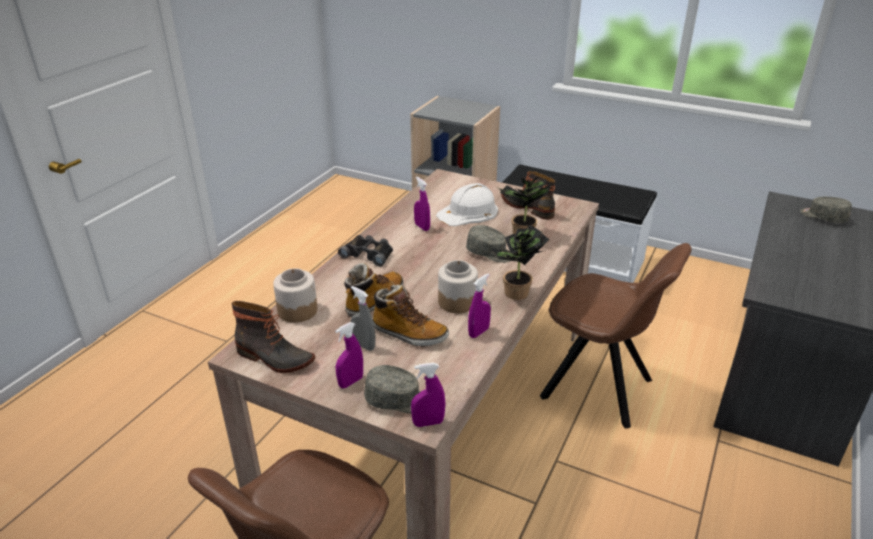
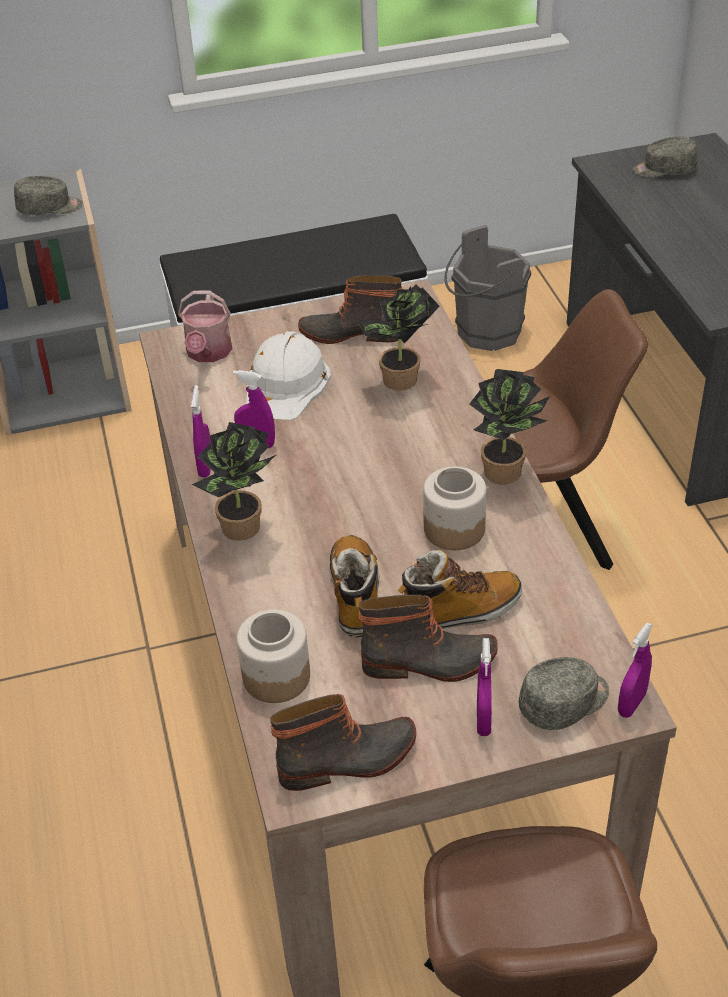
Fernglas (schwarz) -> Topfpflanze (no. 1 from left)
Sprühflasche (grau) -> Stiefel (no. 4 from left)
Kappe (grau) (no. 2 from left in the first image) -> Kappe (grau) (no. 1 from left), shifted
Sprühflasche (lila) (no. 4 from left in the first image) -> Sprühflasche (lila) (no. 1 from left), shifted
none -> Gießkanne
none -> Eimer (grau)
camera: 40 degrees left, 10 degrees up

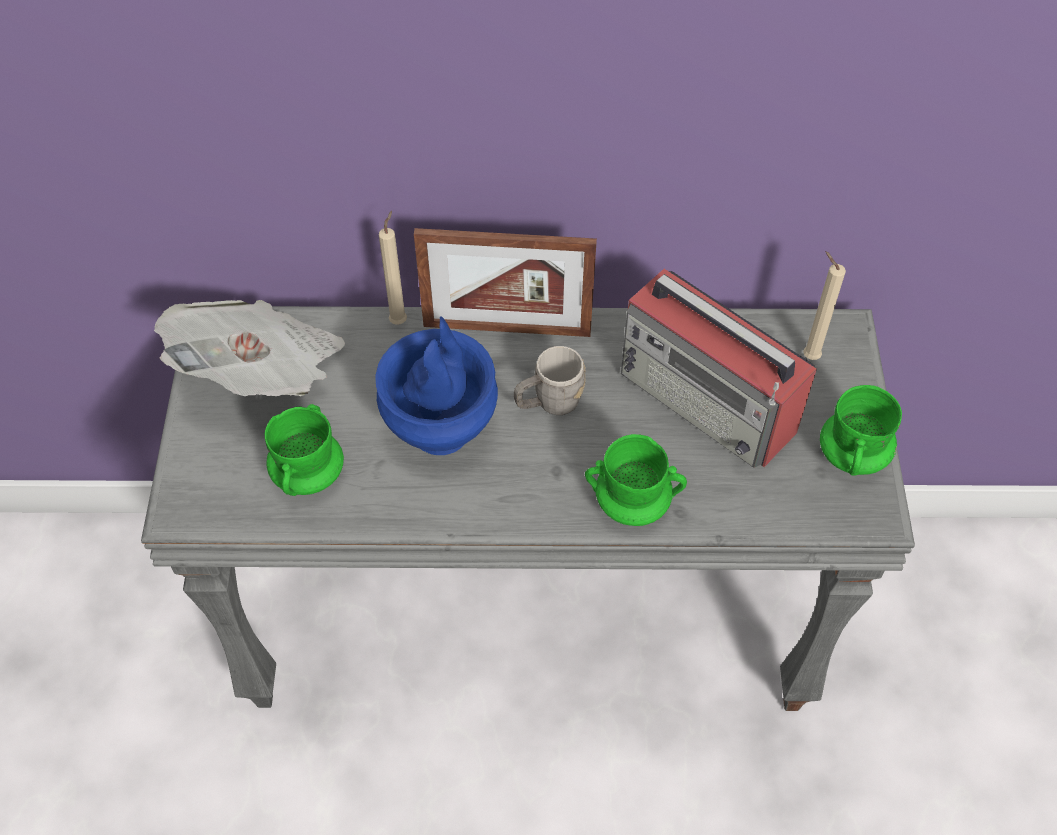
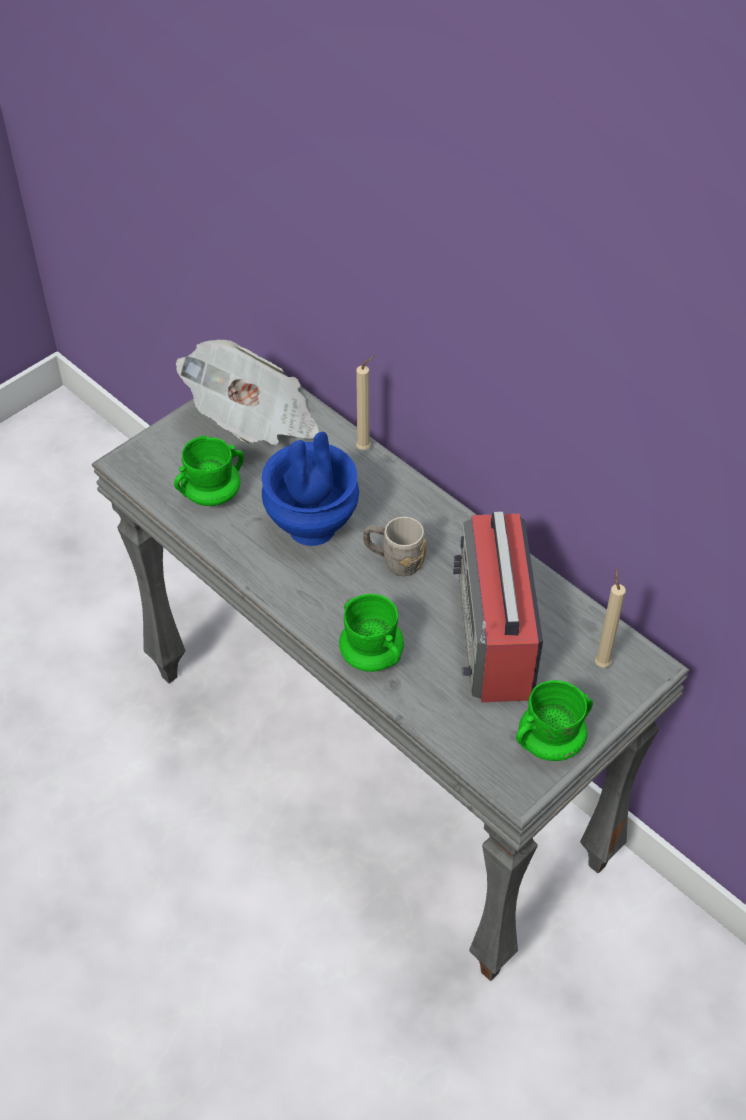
Bilderrahmen -> none
camera: 45 degrees right, 5 degrees down

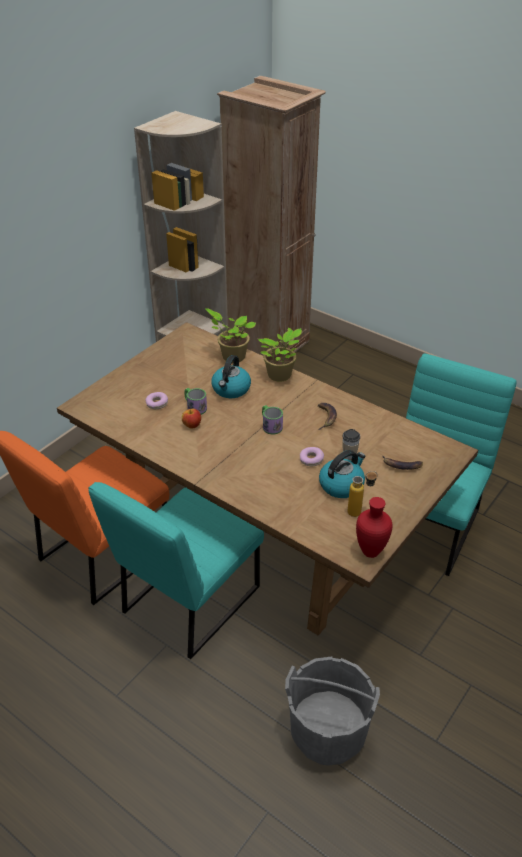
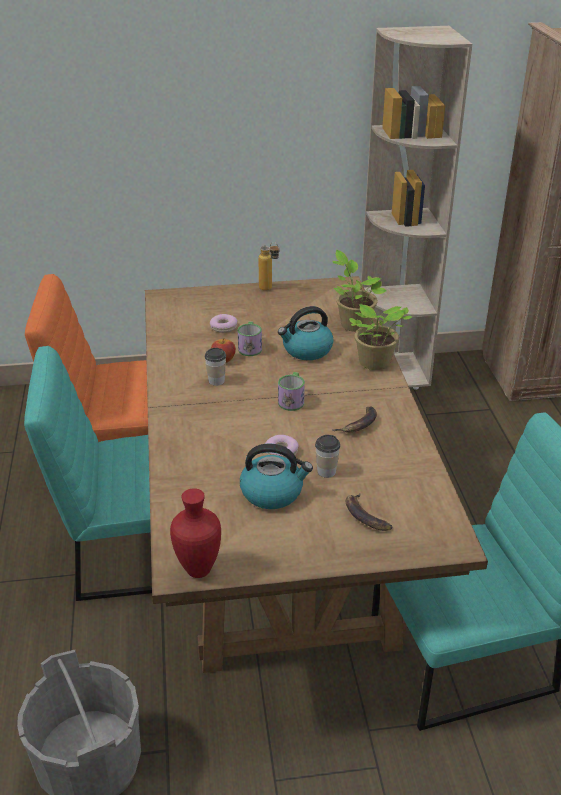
Flasche, shifted
none -> Tasse (no. 1 from left)
camera: 45 degrees right, 5 degrees down

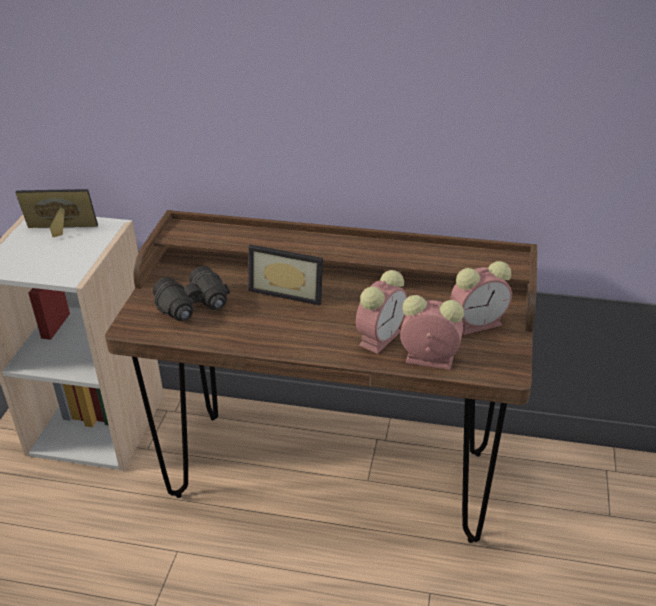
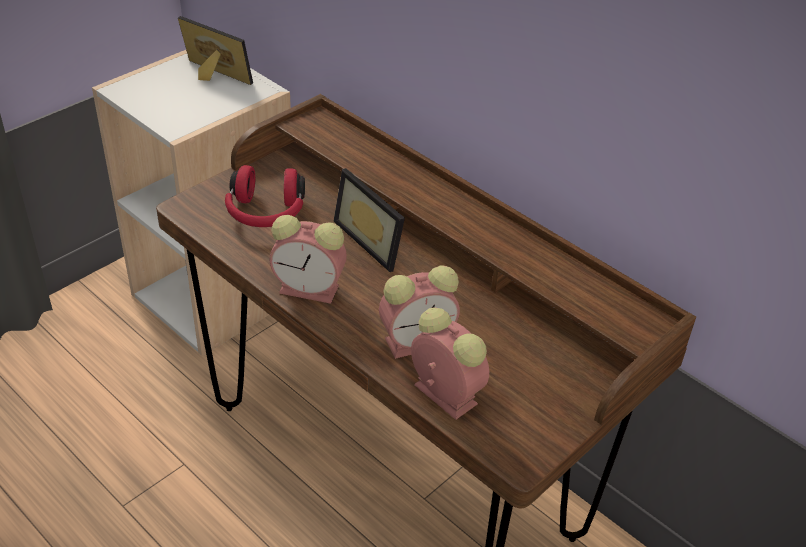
Fernglas (schwarz) -> Kopfhörer (rot)
Wecker (no. 3 from left in the first image) -> Wecker (no. 1 from left), shifted
camera: 30 degrees right, 5 degrees up

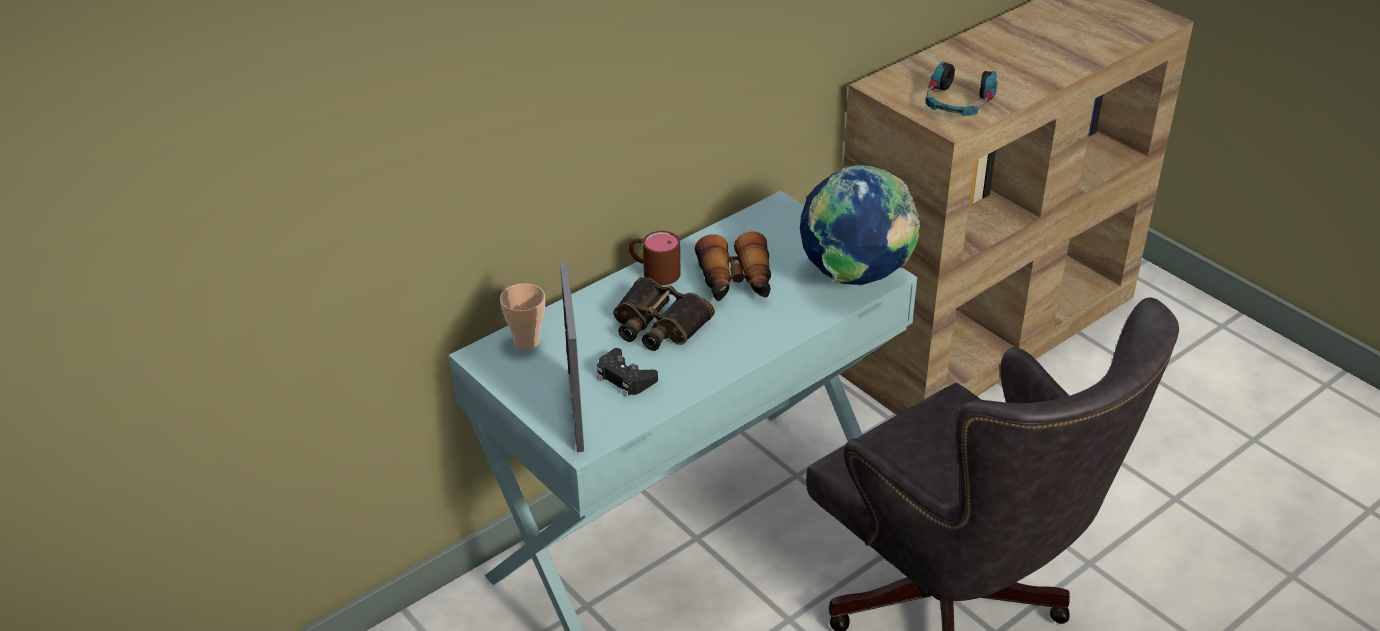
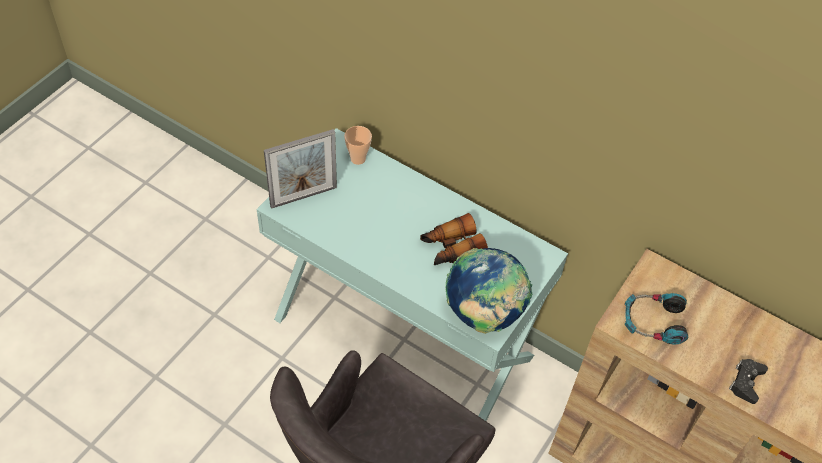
Gamepad (schwarz), shifted
Fernglas (no. 1 from left) -> none
Henkelbecher (braun) -> none
camera: 70 degrees right, 15 degrees up

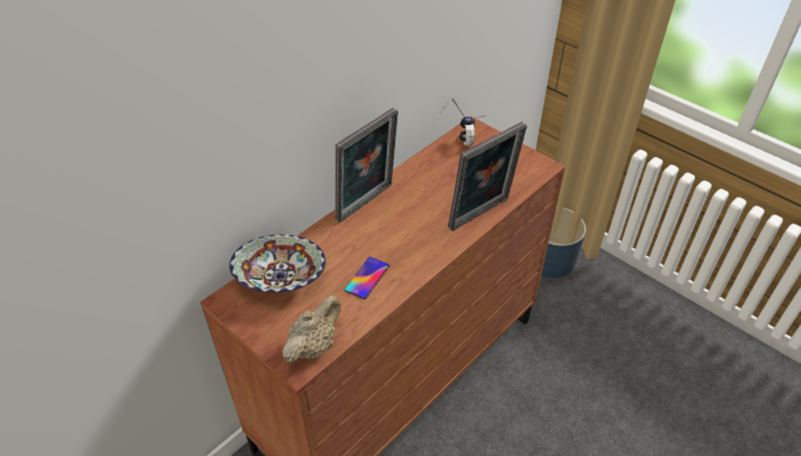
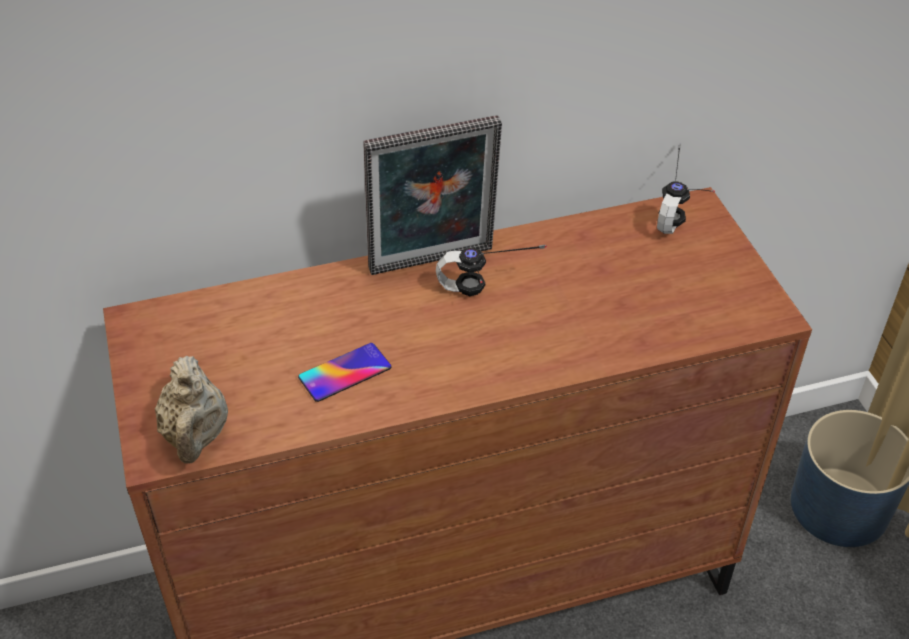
Schüssel -> none
Teekanne (beige), 105 degrees clockwise
Bilderrahmen (no. 2 from left) -> none
none -> Kopfhörer (no. 1 from left)
camera: 30 degrees right, 0 degrees up

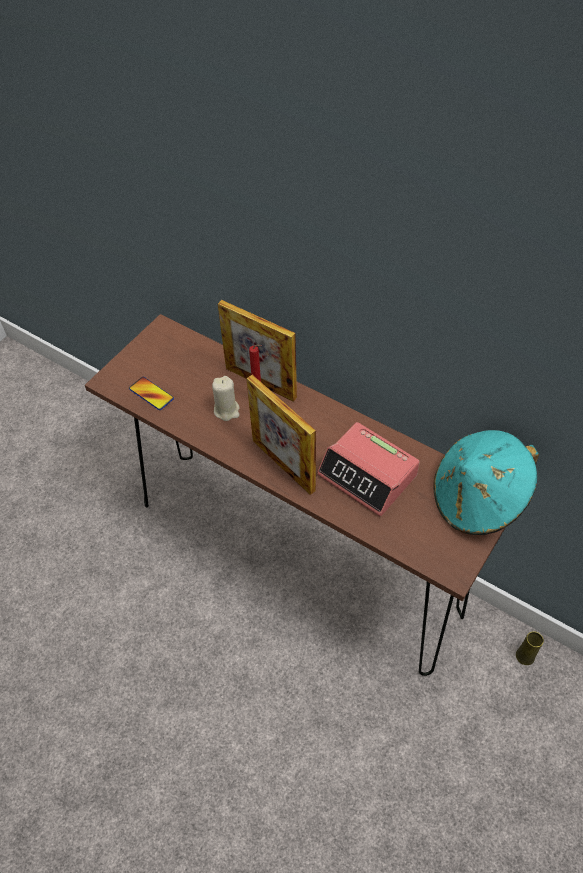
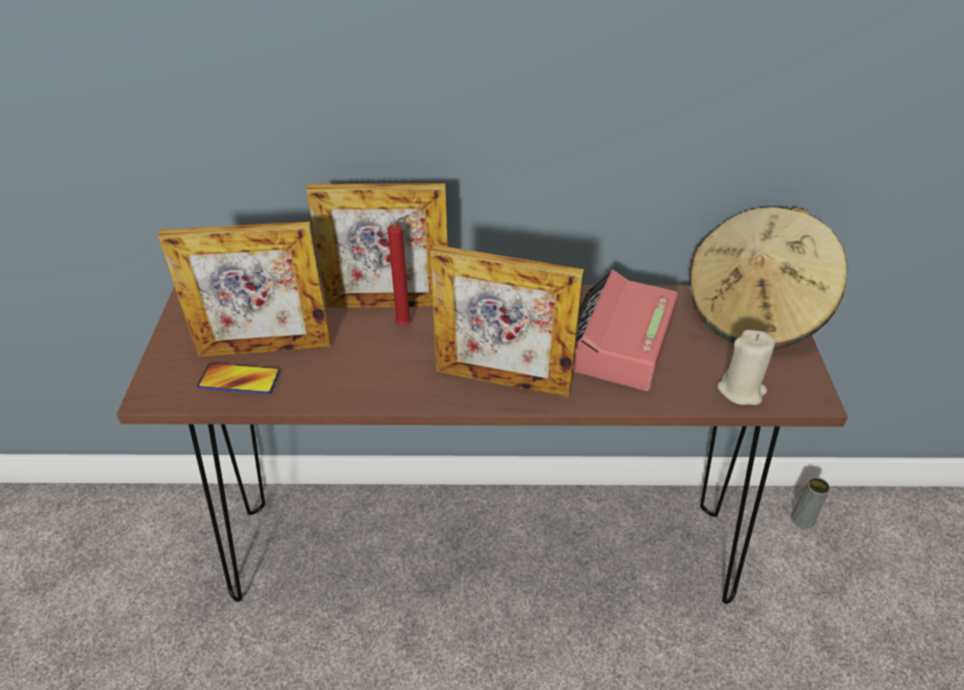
Kerze (beige), shifted
Wecker, 105 degrees clockwise
Hut (türkis) -> Hut (beige)
Vase (gelb) -> Vase (grau)
none -> Bilderrahmen (no. 1 from left)
camera: 35 degrees left, 10 degrees down

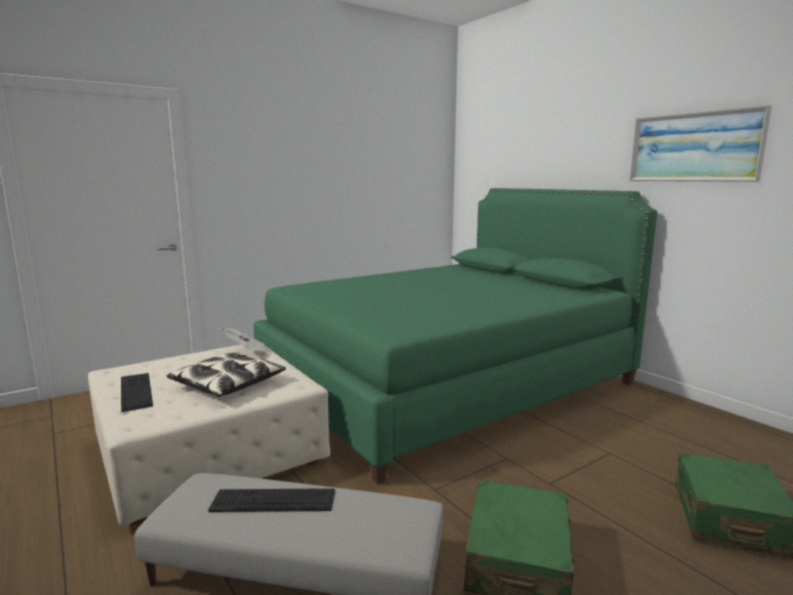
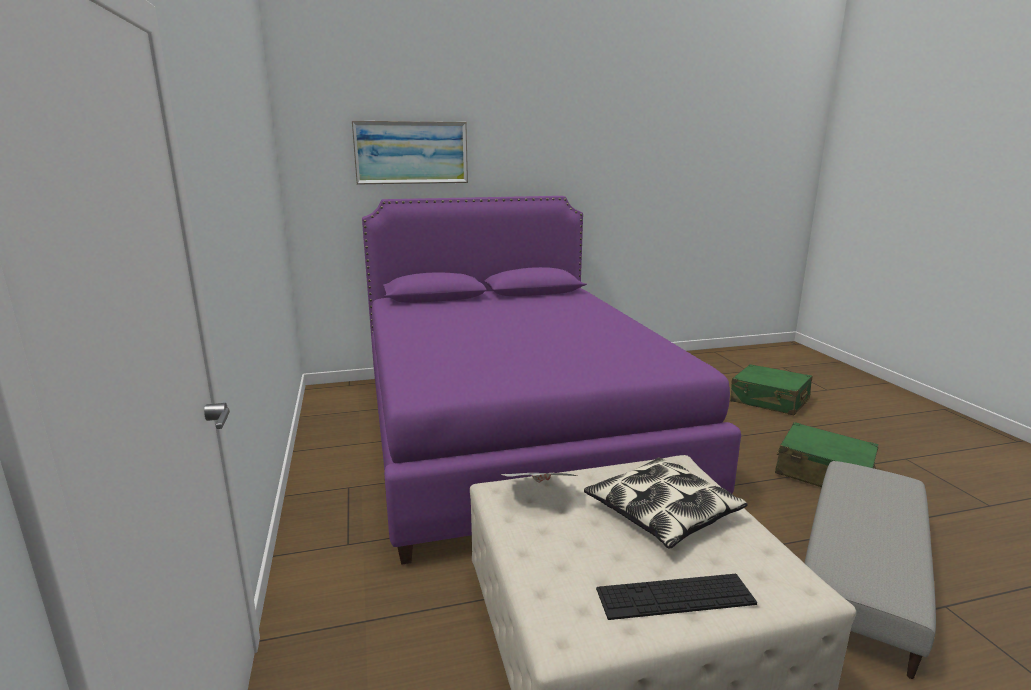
Tastatur (no. 2 from left) -> none
Bett (grün) -> Bett (lila)
Bild, shifted
camera: 70 degrees left, 5 degrees up

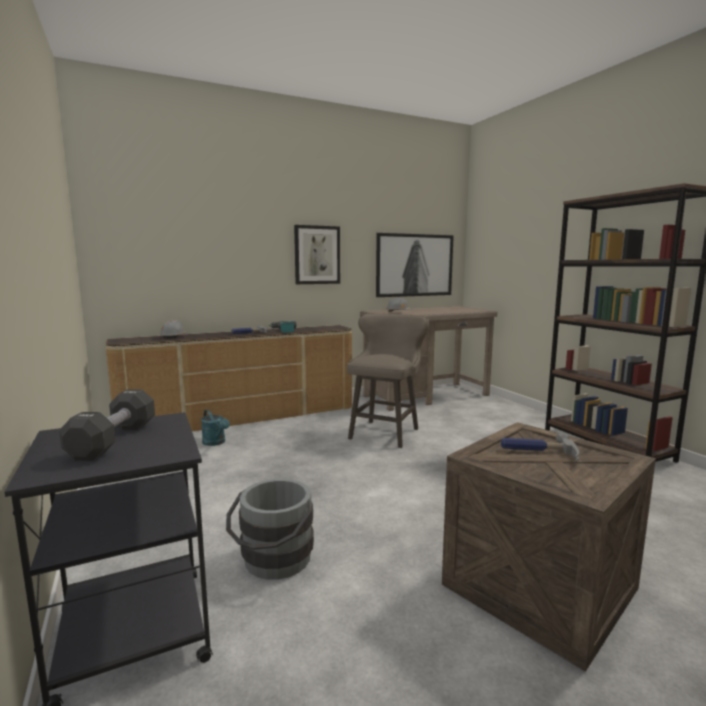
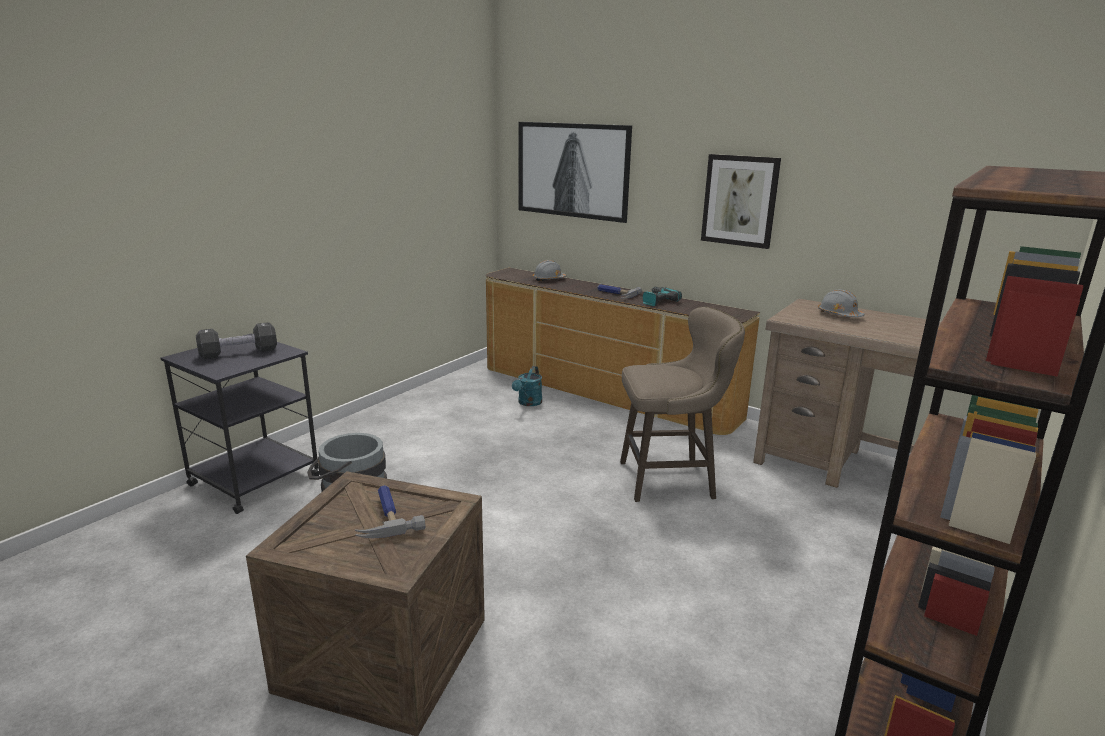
Bild (no. 2 from left in the first image) -> Bild (no. 1 from left), shifted
camera: 60 degrees right, 10 degrees up

